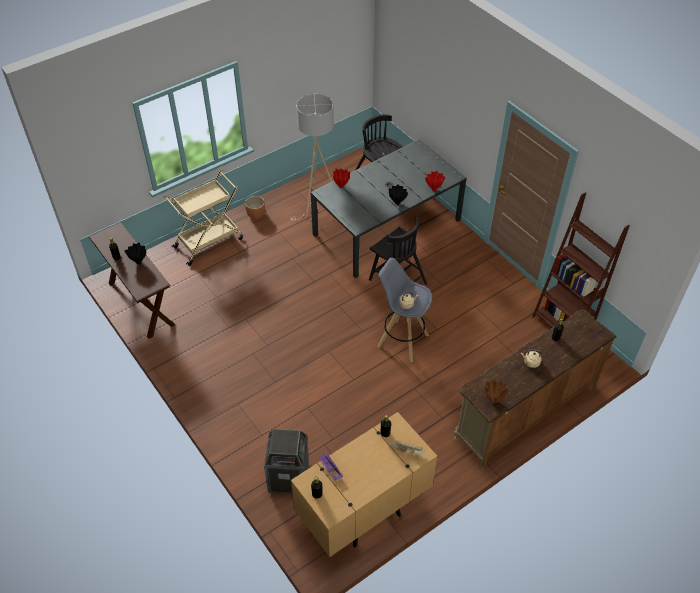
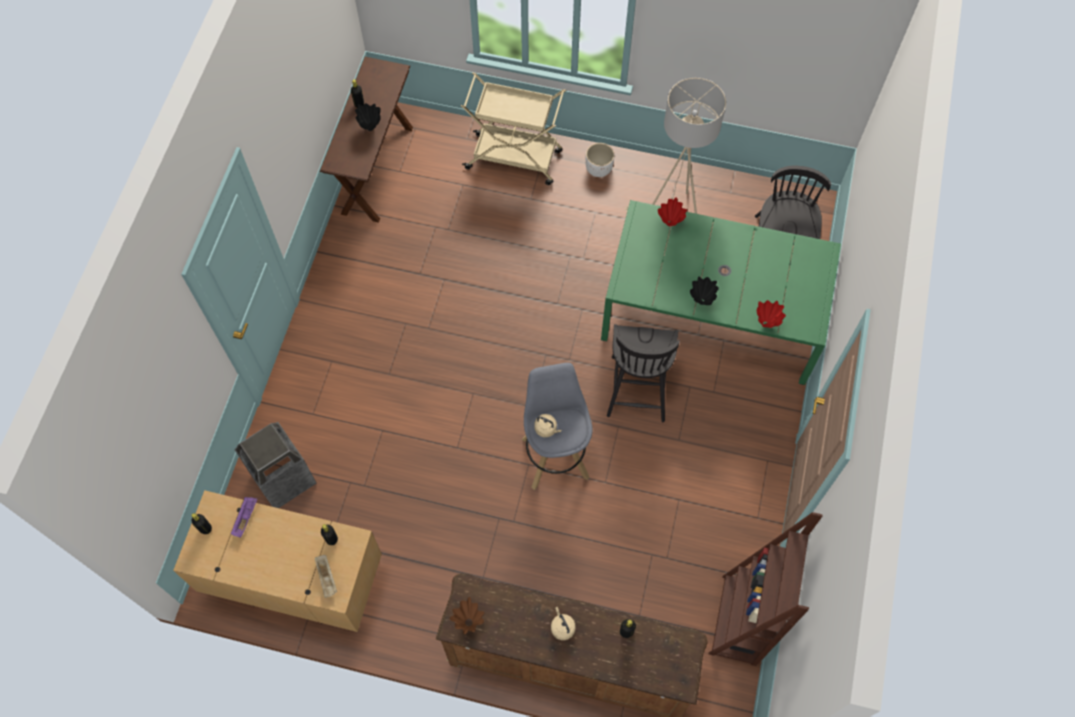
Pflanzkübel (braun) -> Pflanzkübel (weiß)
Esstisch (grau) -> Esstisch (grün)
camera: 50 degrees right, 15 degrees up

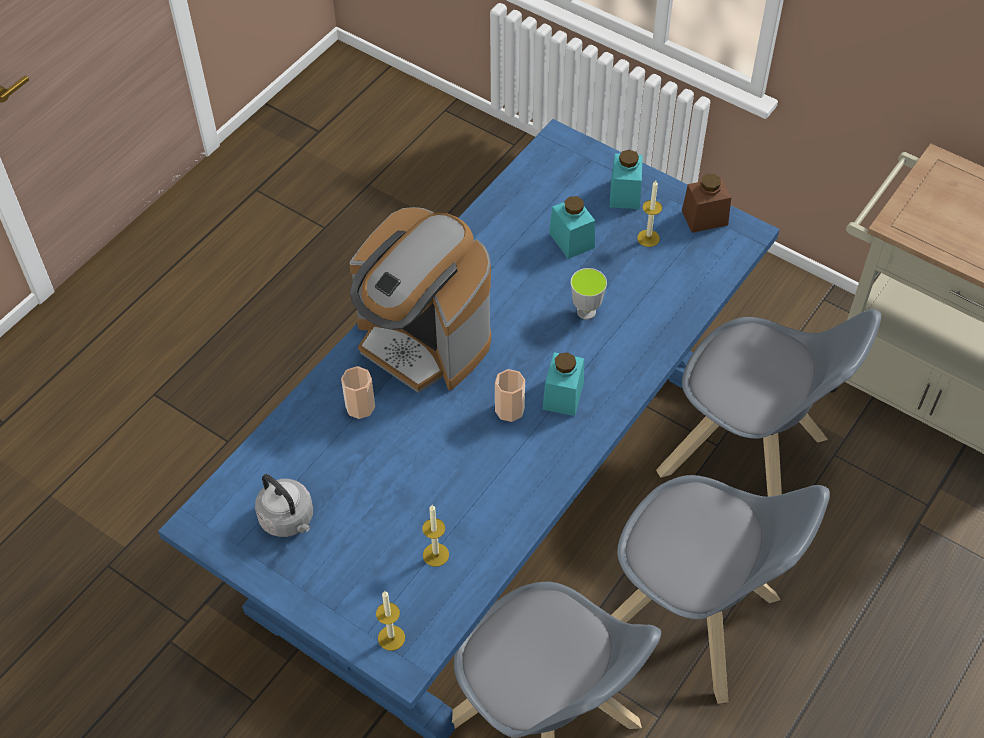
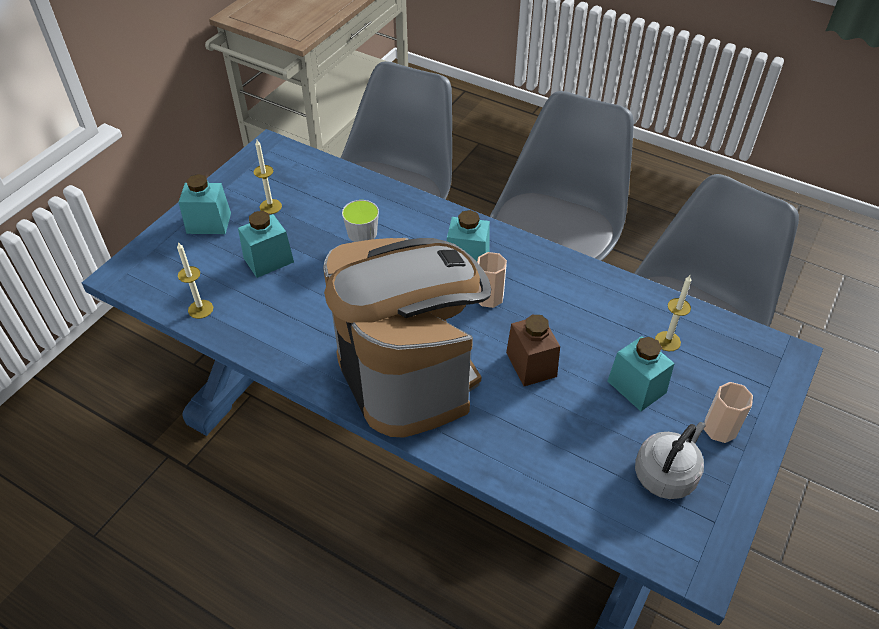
Tasse (no. 1 from left in the first image) -> Tasse (no. 3 from left), shifted
Kaffeemaschine, 60 degrees counterclockwise
Kerze (no. 1 from left), shifted
Vorratsglas (braun), shifted
none -> Vorratsglas (türkis) (no. 4 from left)
camera: 95 degrees left, 5 degrees down

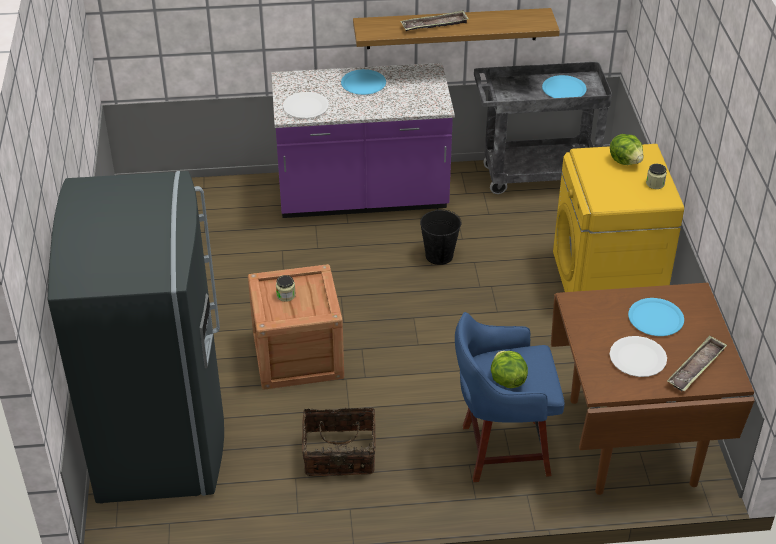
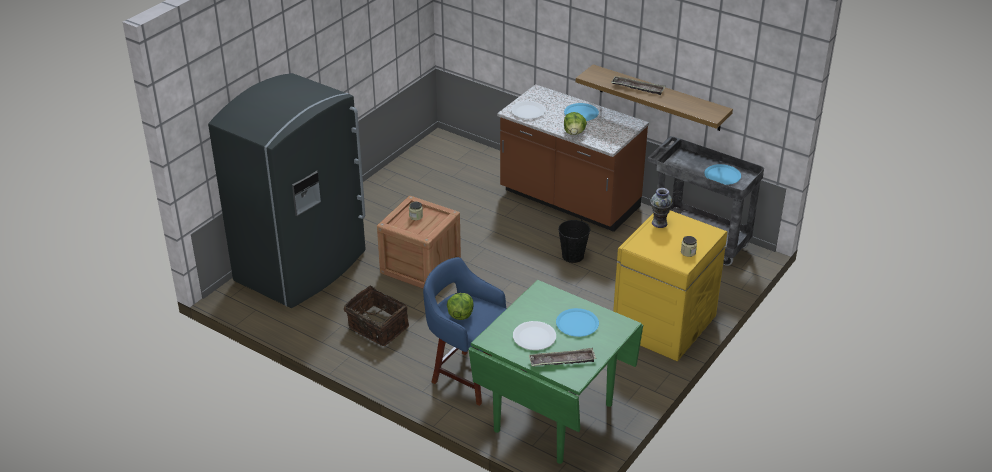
Küchenzeile (lila) -> Küchenzeile (braun)
Esstisch (braun) -> Esstisch (grün)
Salatkopf (no. 2 from left), shifted
none -> Vase
camera: 40 degrees right, 5 degrees down

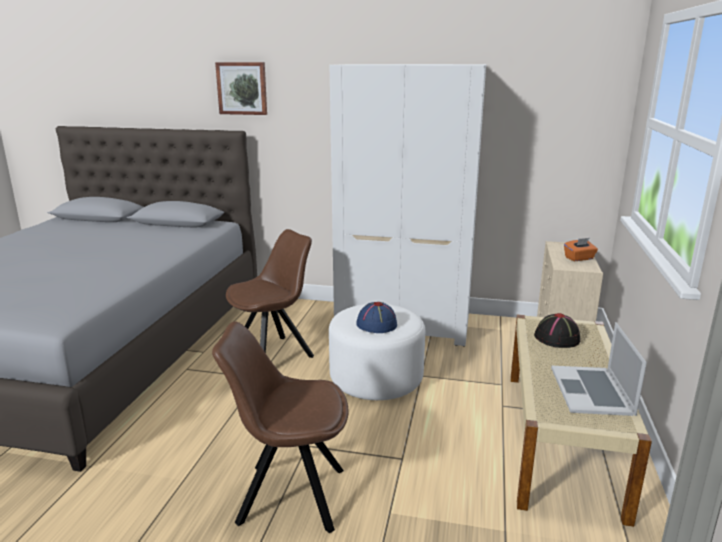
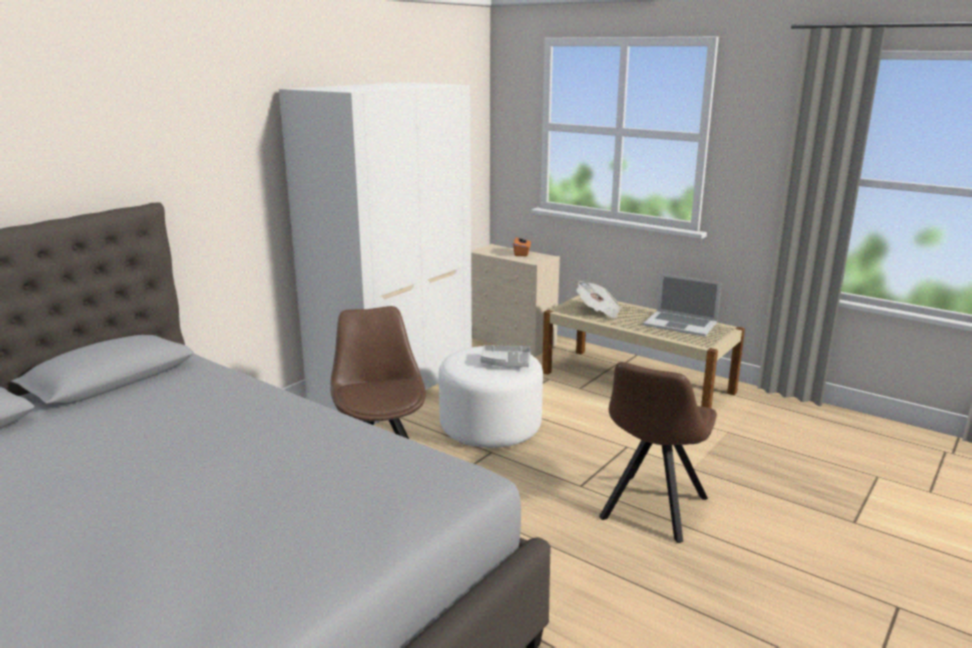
Bild -> none
Hut (blau) -> Tablett (grau)
Hut (schwarz) -> Zeitung
camera: 65 degrees left, 0 degrees up

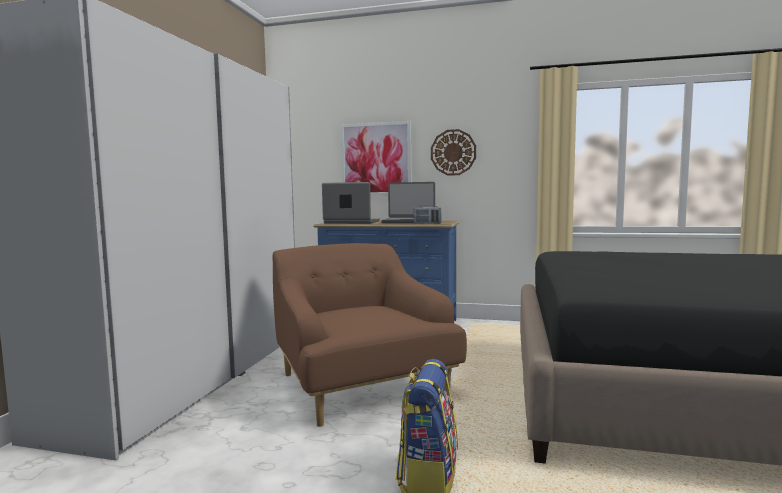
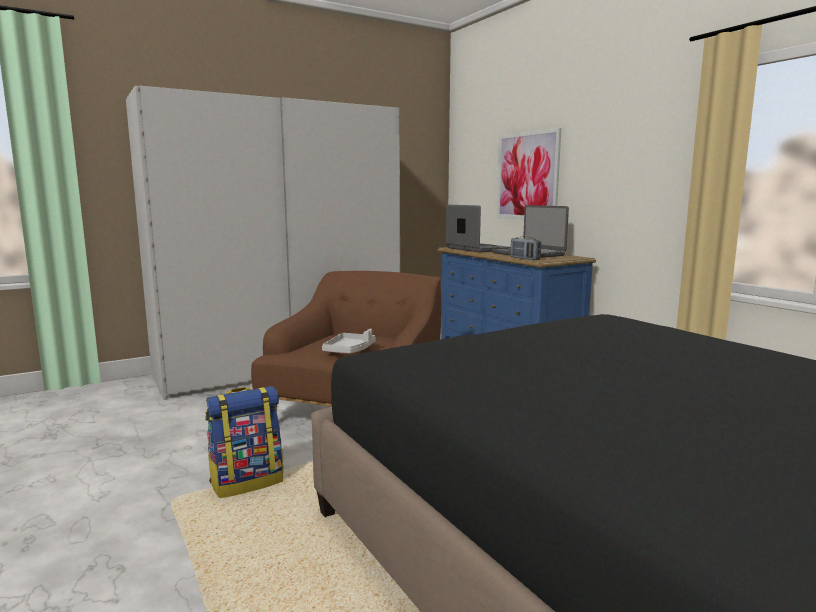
Wanduhr -> none
none -> Tablett (grau)
camera: 45 degrees right, 5 degrees up

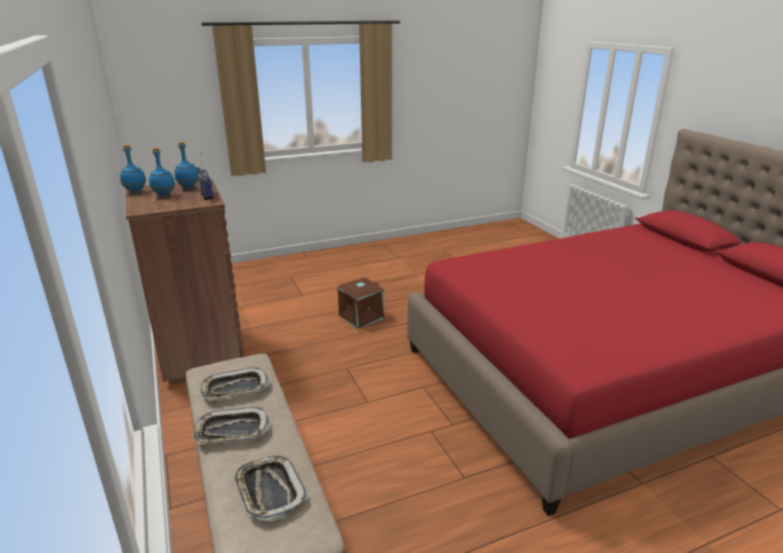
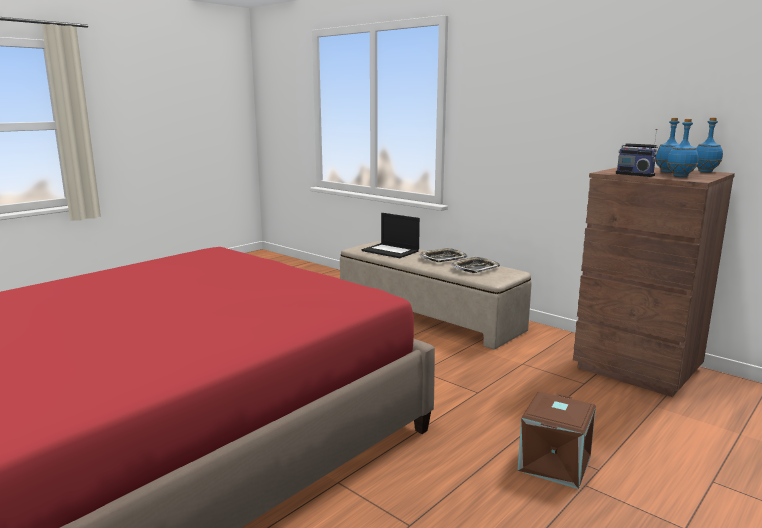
Tablett (no. 3 from left) -> Laptop
camera: 155 degrees right, 10 degrees down

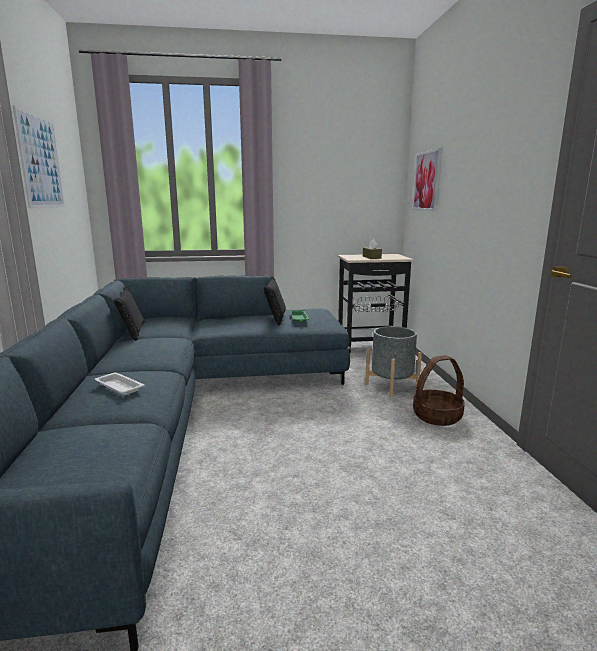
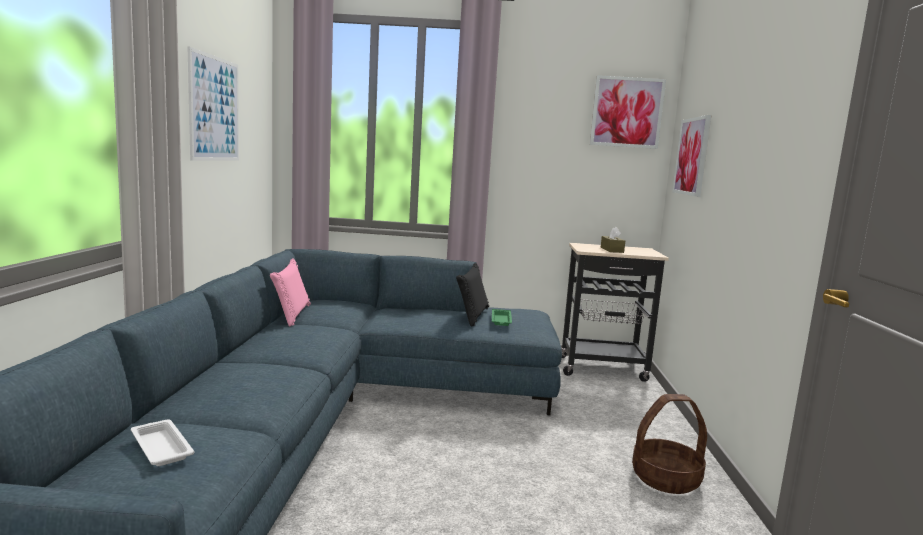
Tablett (weiß), shifted
Kissen (schwarz) (no. 1 from left) -> Kissen (rosa)
Pflanzkübel (grau) -> none
none -> Bild (no. 2 from left)
camera: 10 degrees right, 5 degrees down

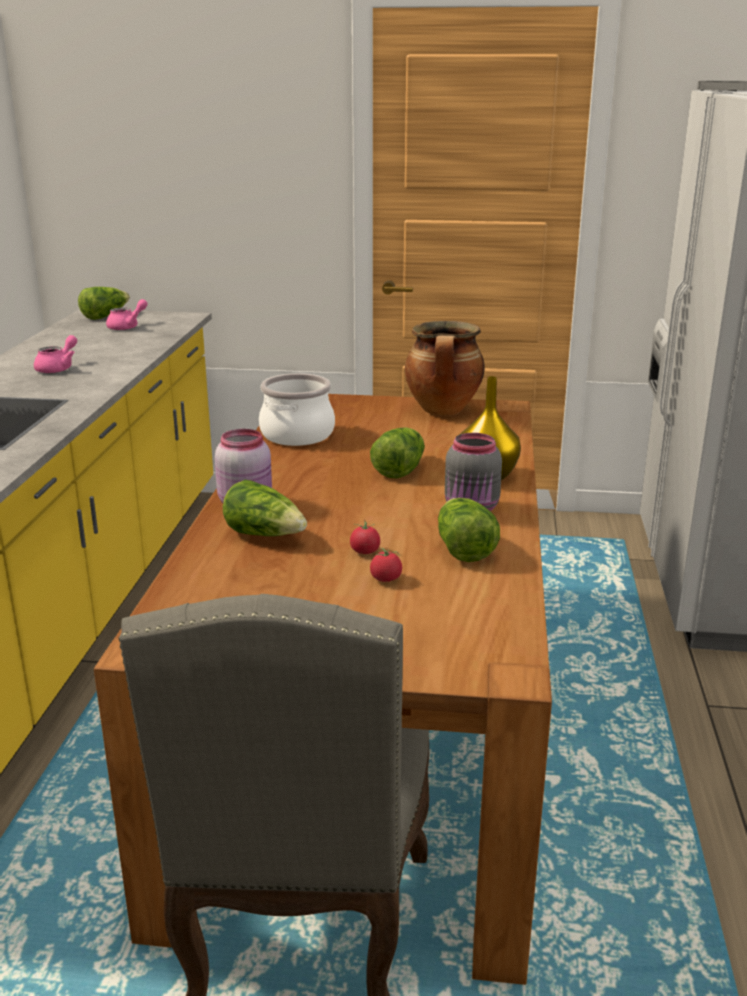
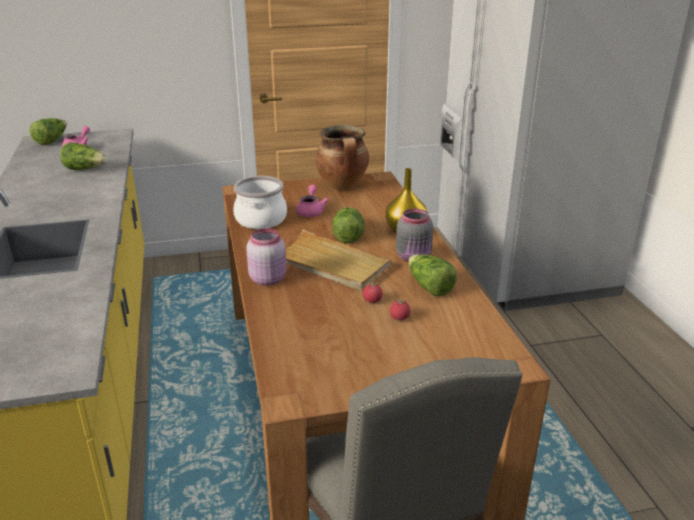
Teekanne (rosa) (no. 1 from left in the first image) -> Teekanne (rosa) (no. 2 from left), shifted
Salatkopf (no. 2 from left), shifted
none -> Tablett (beige)
camera: 20 degrees left, 5 degrees up

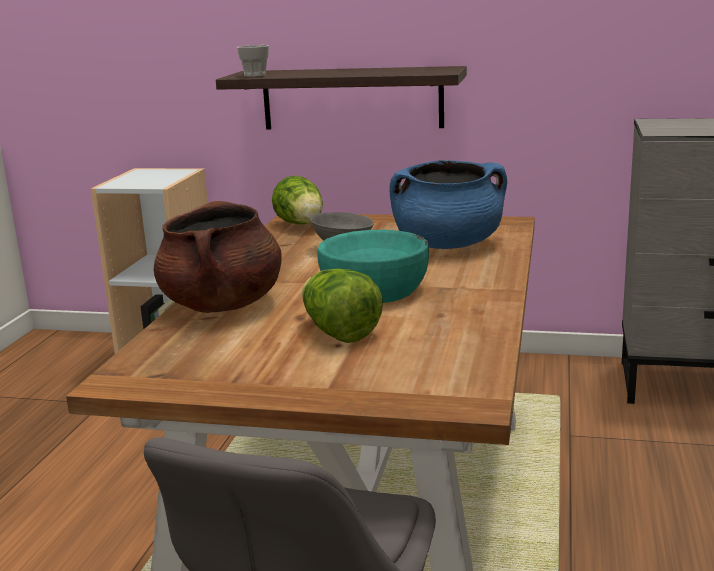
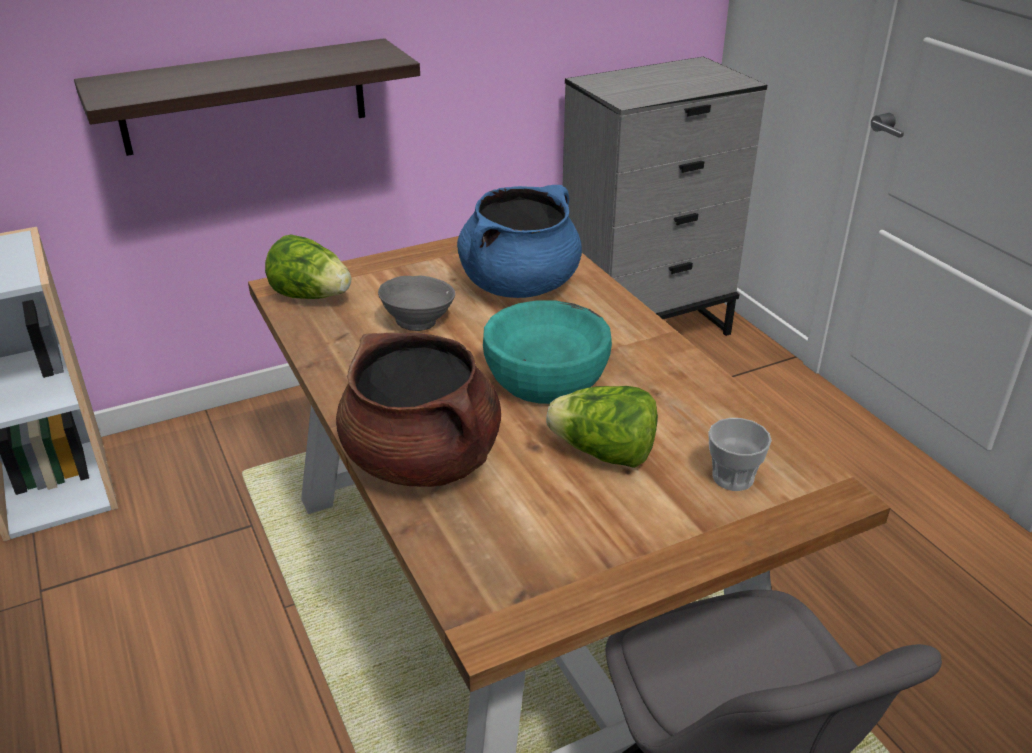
Tasse, shifted
camera: 40 degrees left, 15 degrees up

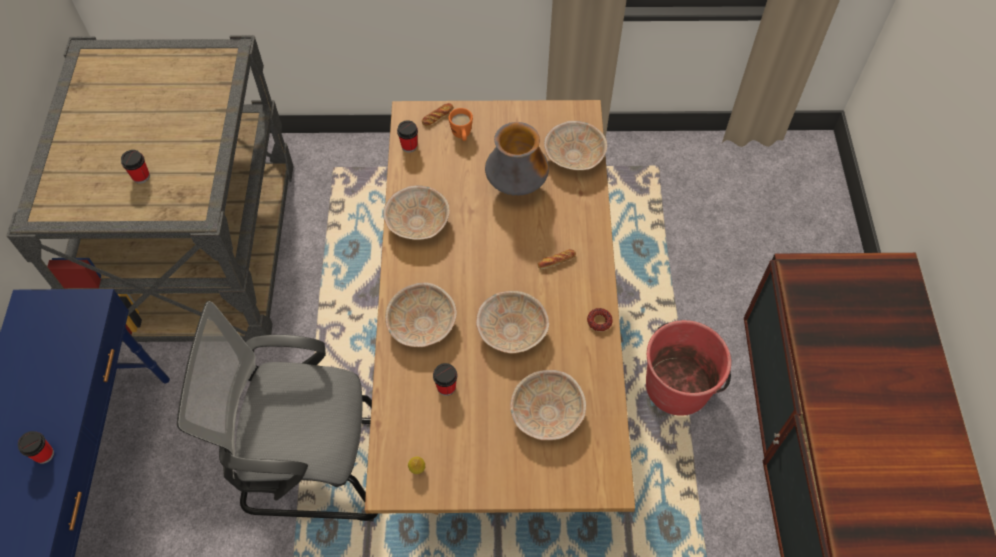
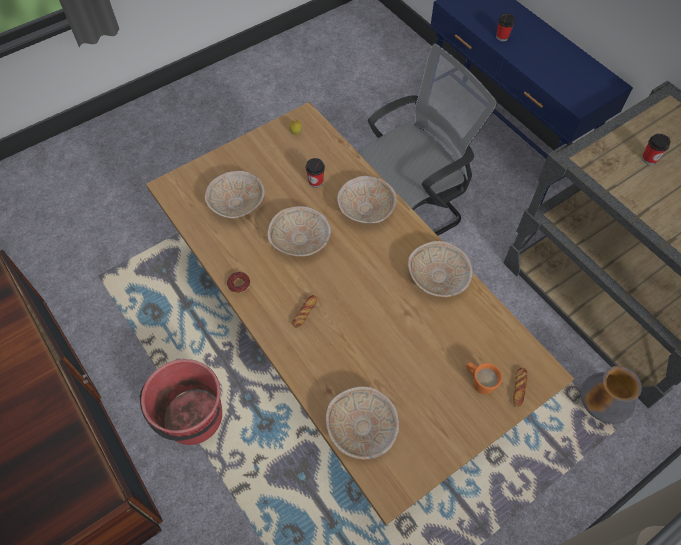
Tasse (no. 3 from left) -> none
Vase, shifted
camera: 145 degrees right, 0 degrees up

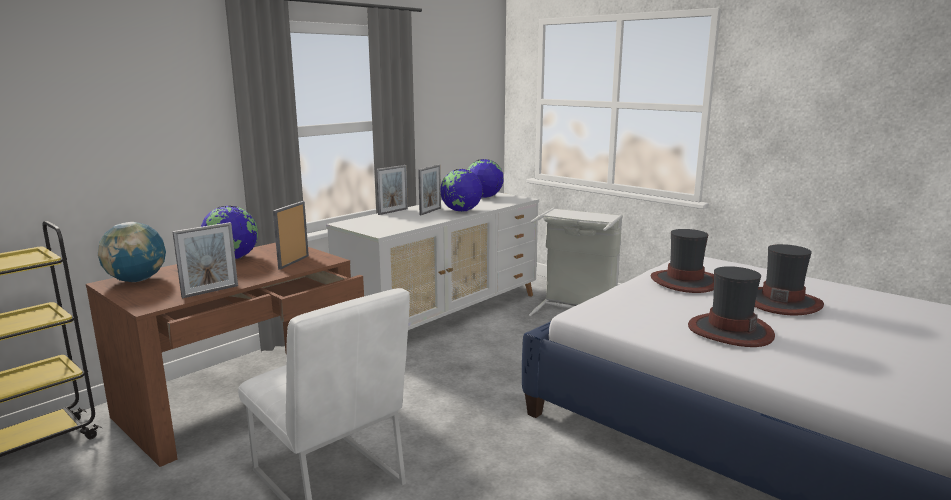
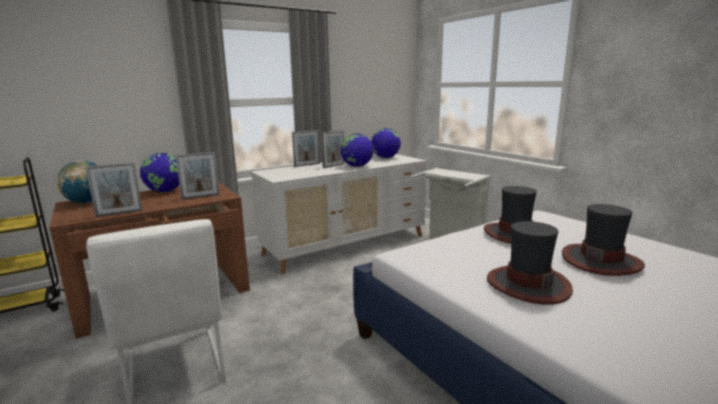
Bilderrahmen (no. 2 from left), 150 degrees counterclockwise
camera: 15 degrees right, 0 degrees up

